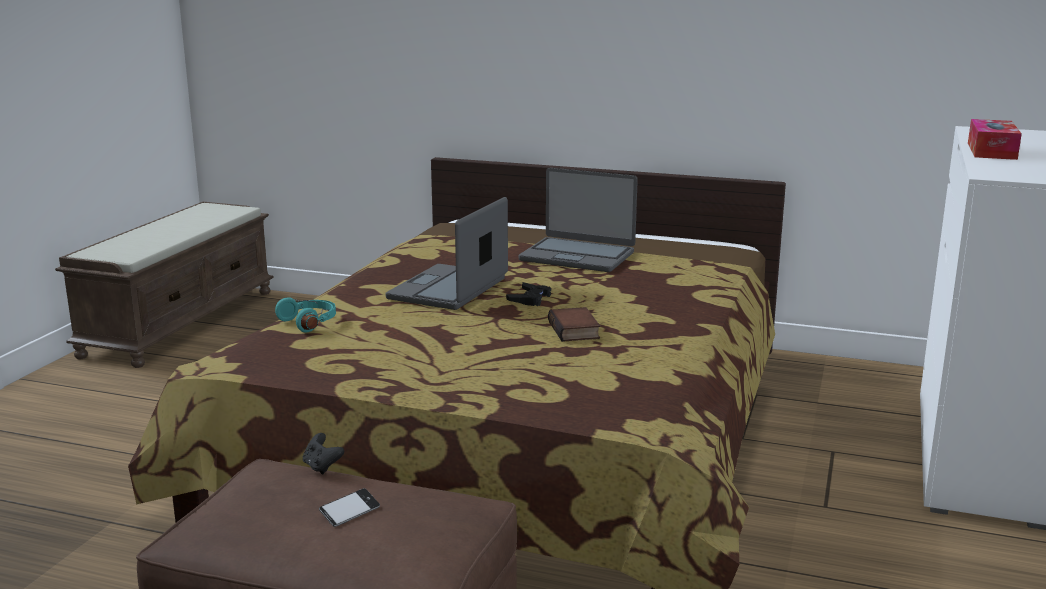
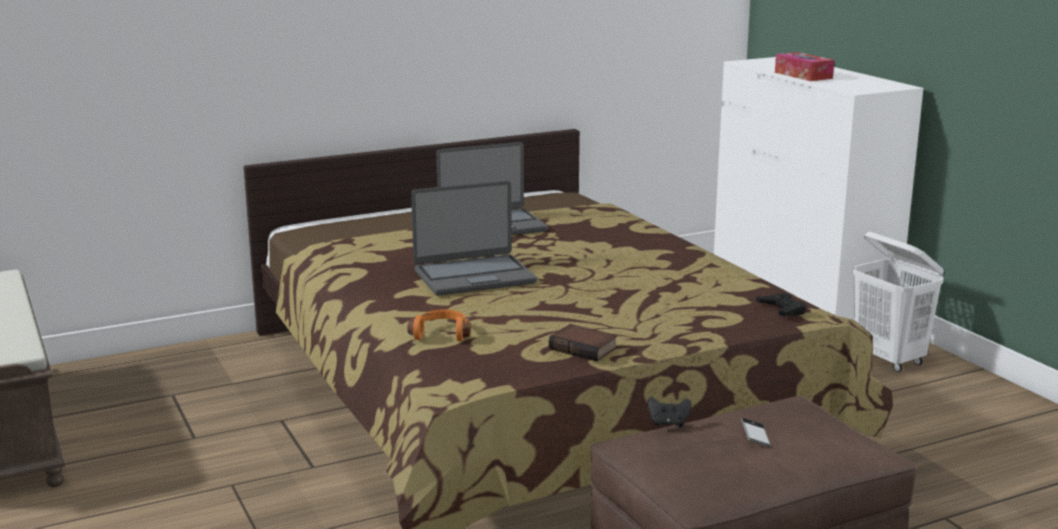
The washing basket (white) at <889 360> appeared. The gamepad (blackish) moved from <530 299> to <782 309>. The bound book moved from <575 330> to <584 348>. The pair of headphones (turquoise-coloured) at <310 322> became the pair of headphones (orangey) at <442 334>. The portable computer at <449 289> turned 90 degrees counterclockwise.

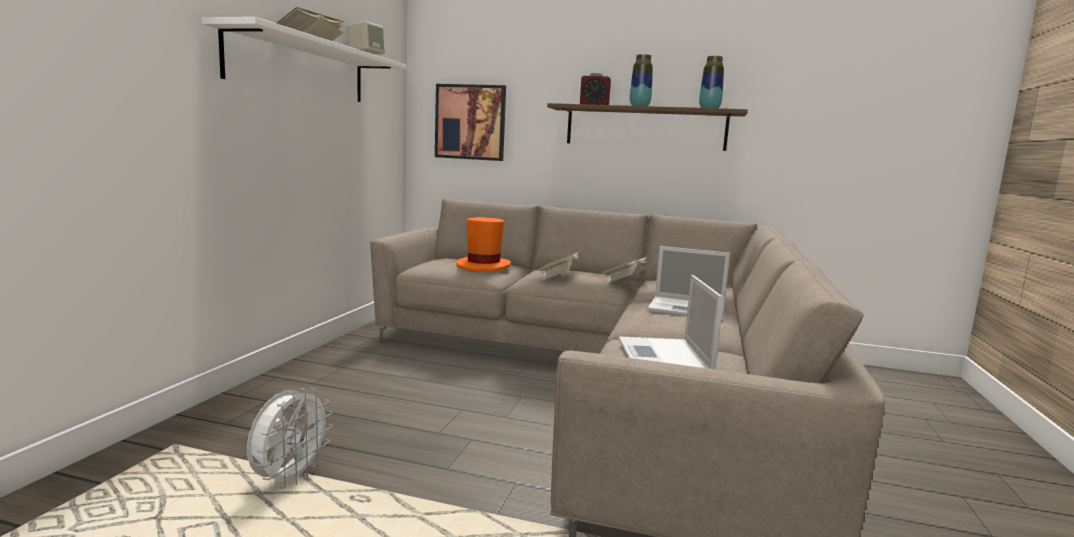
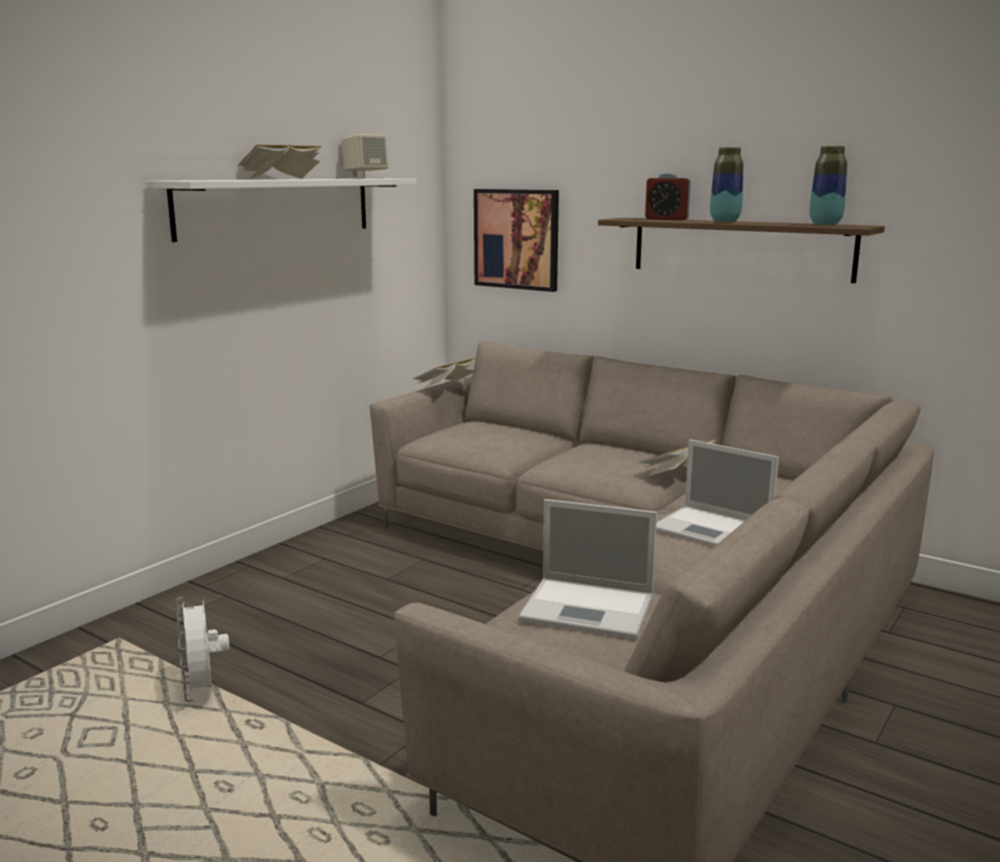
The wearable hat (orangey) at <483 266> disappeared. The bound book moved from <559 277> to <446 387>. The electric fan (white) at <290 479> turned 120 degrees clockwise. The portable computer at <664 357> turned 90 degrees counterclockwise.

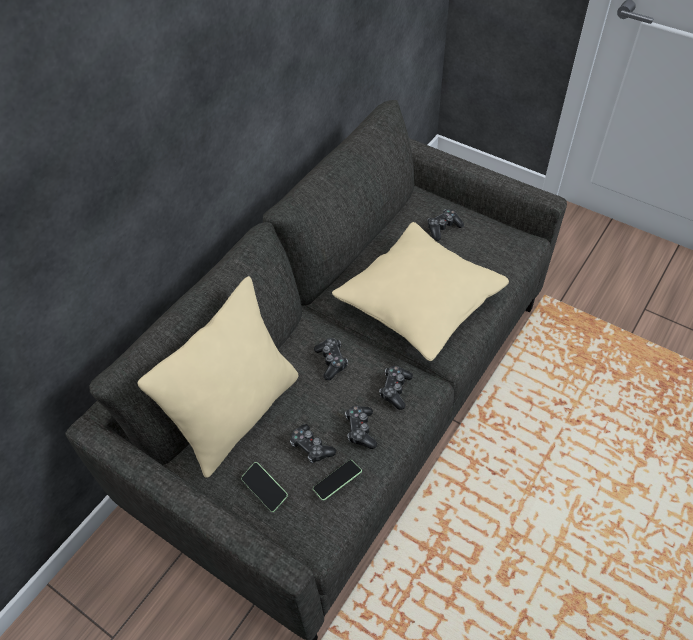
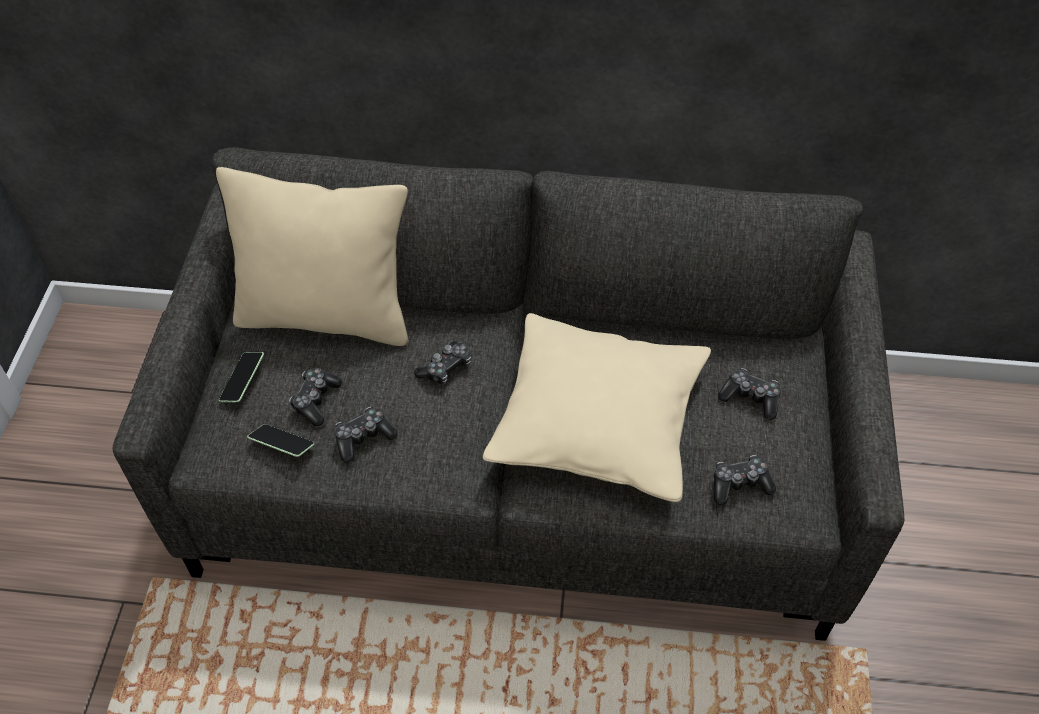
The gamepad moved from <395 390> to <740 484>.

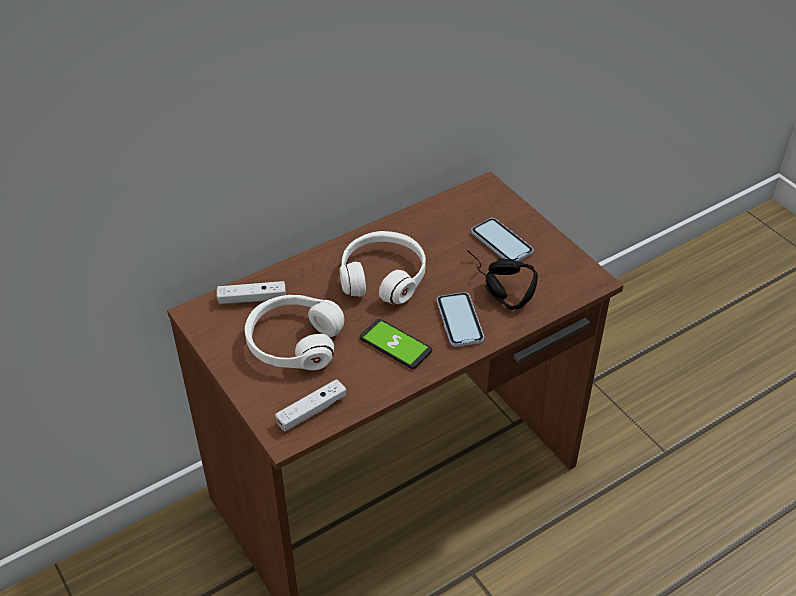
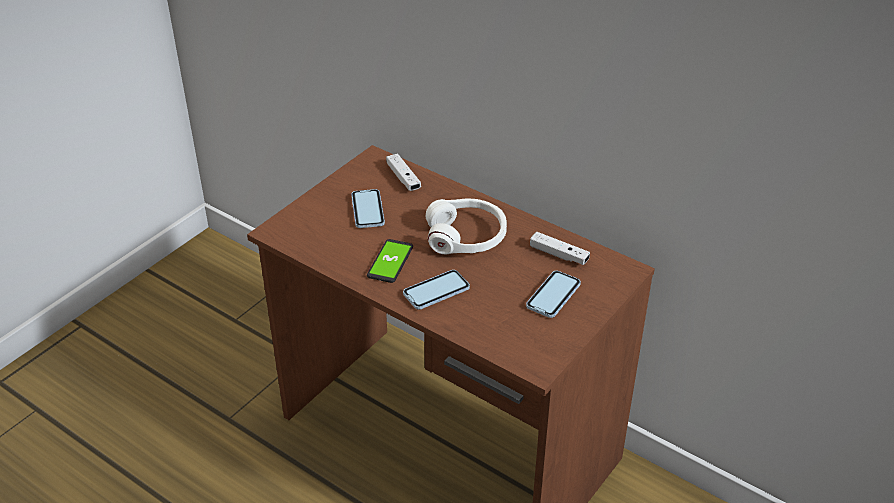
The pair of headphones (blackish) at <493 287> disappeared. The gamepad (white) moved from <311 411> to <559 254>. The pair of headphones (white) at <294 342> was replaced by the telephone at <367 210>.

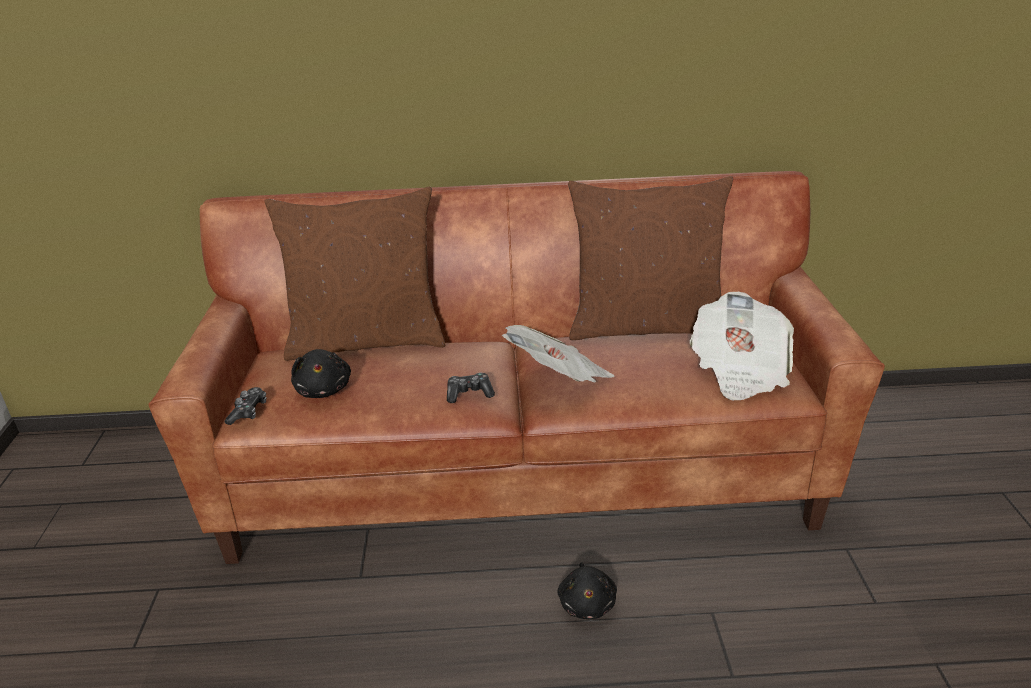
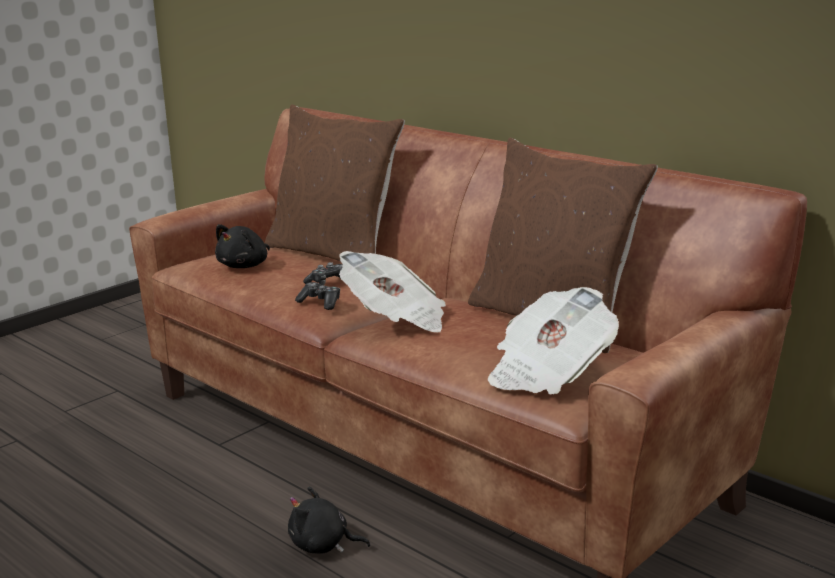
The gamepad moved from <248 412> to <328 282>. The plush toy (blackish) at <587 603> turned 60 degrees clockwise.

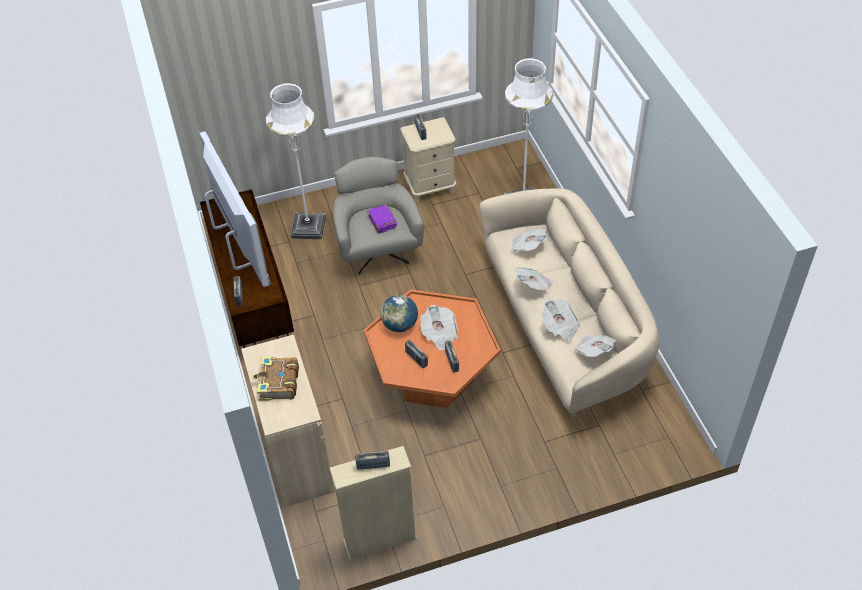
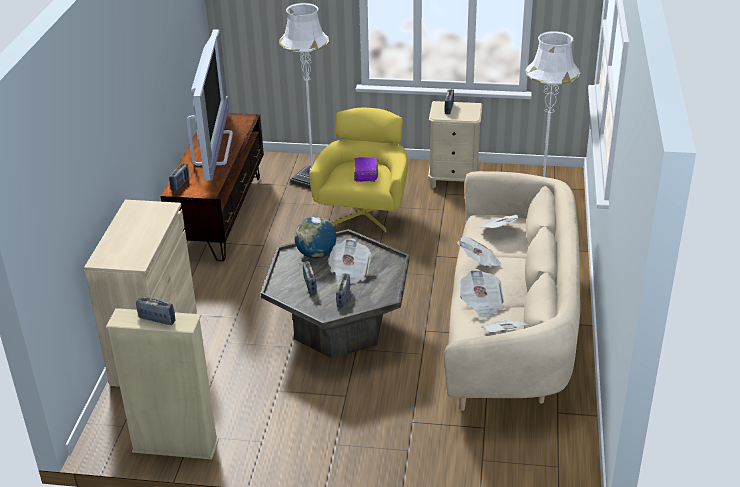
The bound book at <278 383> disappeared. The lounge chair (gray) at <377 249> became the lounge chair (yellowish) at <364 213>. The low table (orangey) at <433 375> became the low table (gray) at <339 327>.

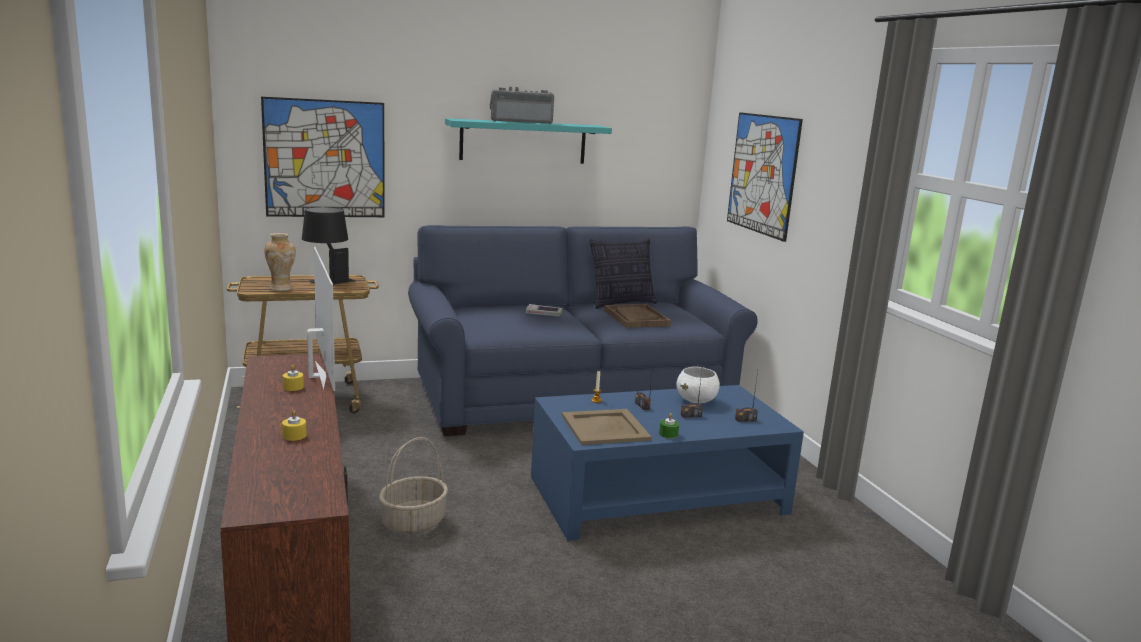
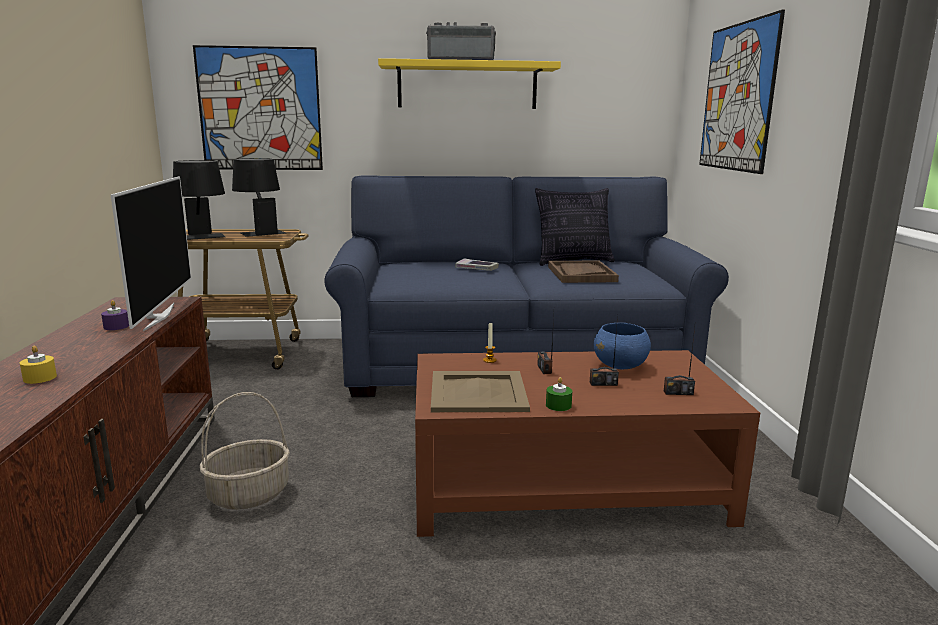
The flower vase at <281 288> was replaced by the lamp for a table (blackish) at <203 238>. The candle (yellowish) at <293 387> became the candle (purple-coloured) at <116 326>. The wall shelf (turquoise-coloured) at <523 141> became the wall shelf (yellowish) at <467 86>. The low table (blue) at <657 495> became the low table (brownish) at <564 484>. The deep dish (white) at <696 401> became the deep dish (blue) at <621 366>.

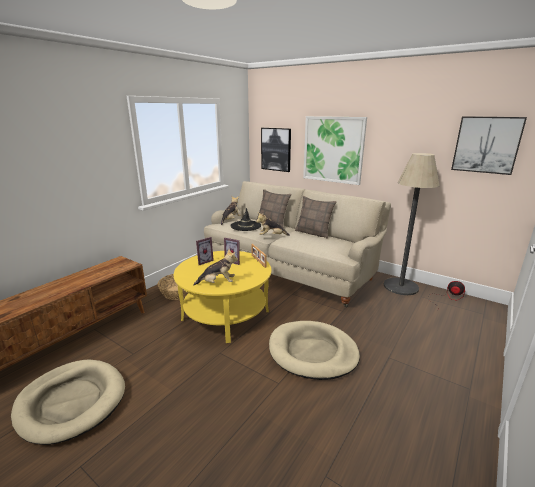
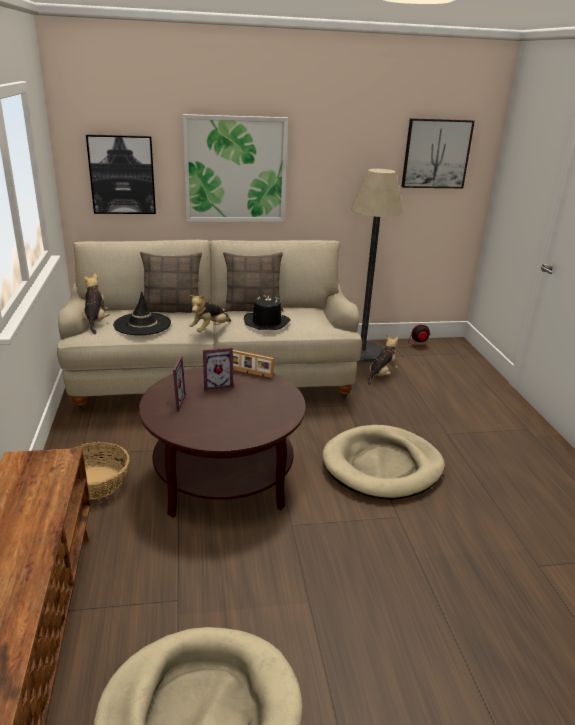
The wearable hat (blackish) at <266 322> appeared. The plush toy moved from <217 283> to <381 375>. The low table (yellowish) at <225 315> became the low table (brownish) at <224 476>.

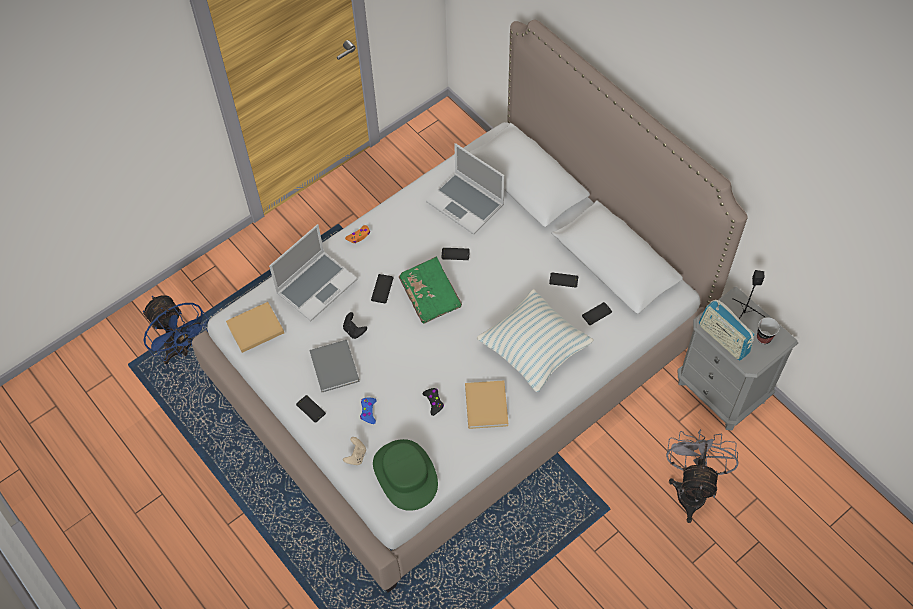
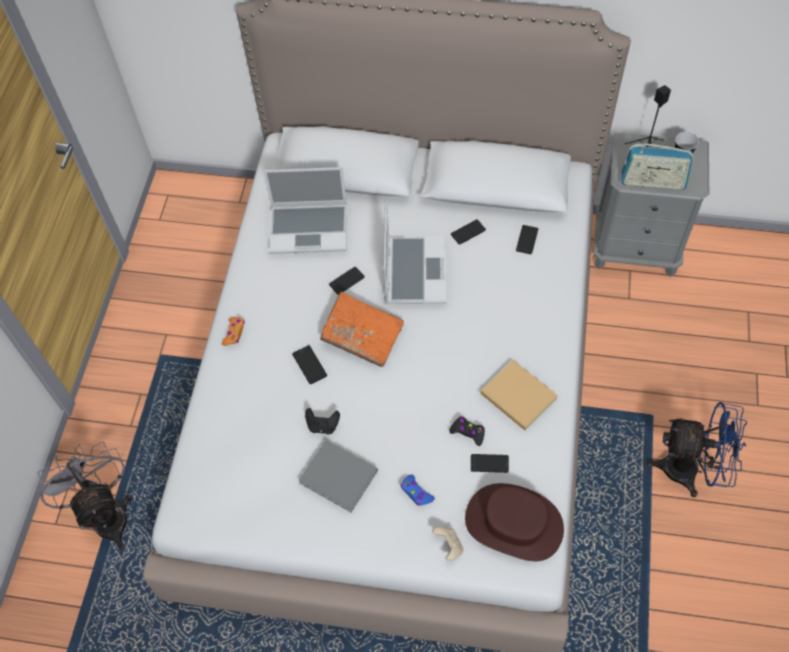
The bound book (beige) at <253 329> disappeared. The pillow at <534 351> disappeared. The electric fan (blue) moved from <182 349> to <690 470>. The portable computer moved from <316 285> to <414 271>. The telephone moved from <311 409> to <489 463>. The electric fan (gray) moved from <692 489> to <107 514>. The wearable hat (greenish) at <405 475> became the wearable hat (brownish) at <514 523>. The bound book (greenish) at <430 295> became the bound book (orangey) at <362 336>.

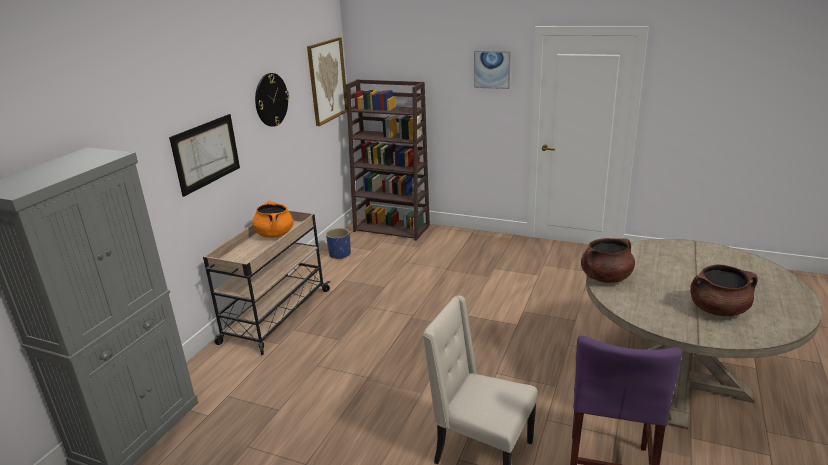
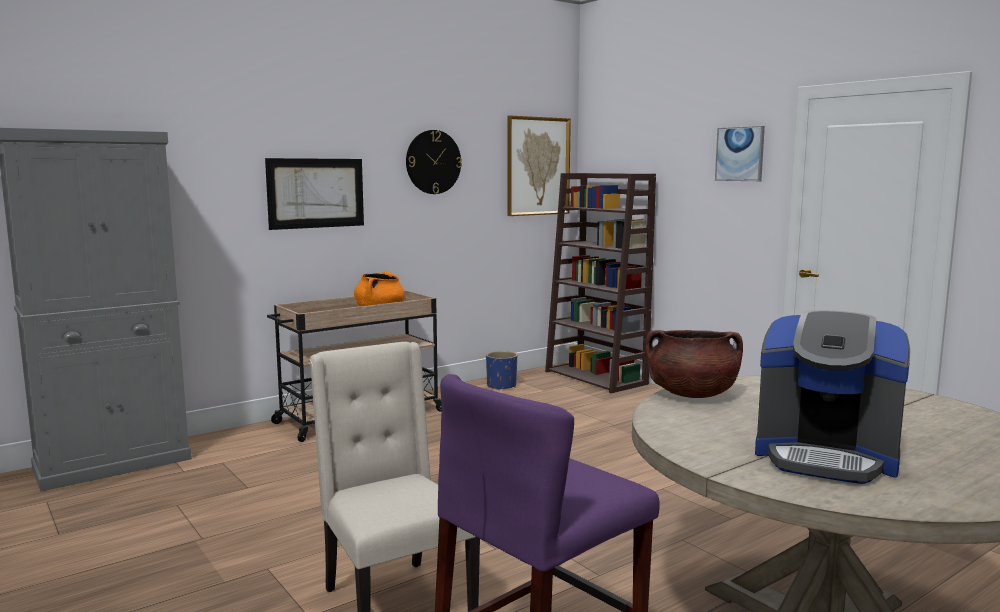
The stockpot (brownish) at <718 309> was replaced by the coffee maker at <826 457>.

